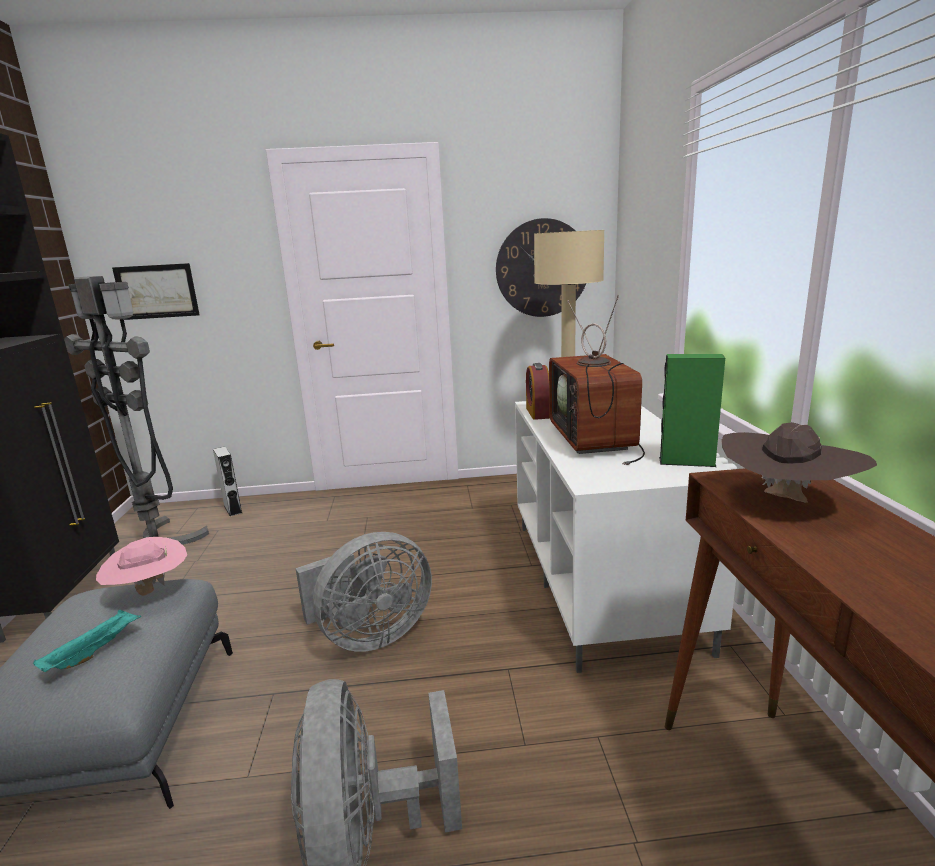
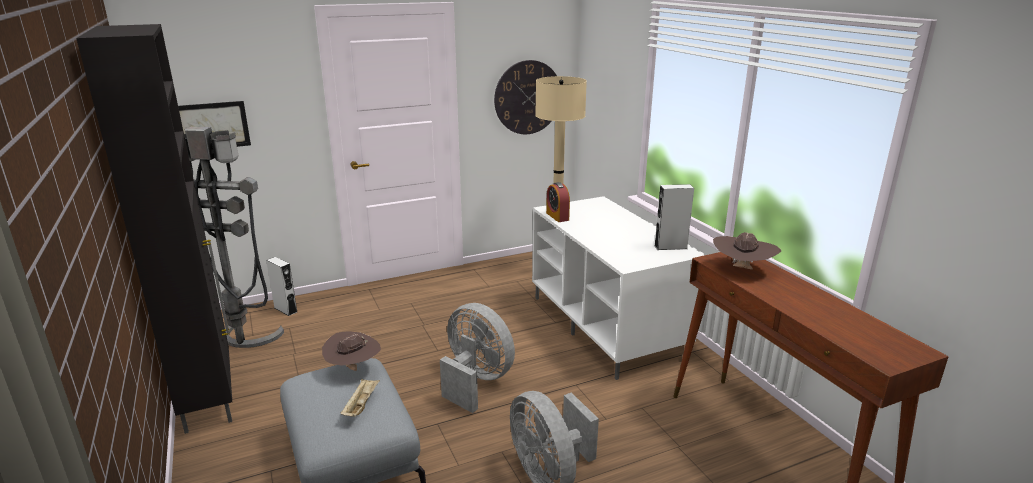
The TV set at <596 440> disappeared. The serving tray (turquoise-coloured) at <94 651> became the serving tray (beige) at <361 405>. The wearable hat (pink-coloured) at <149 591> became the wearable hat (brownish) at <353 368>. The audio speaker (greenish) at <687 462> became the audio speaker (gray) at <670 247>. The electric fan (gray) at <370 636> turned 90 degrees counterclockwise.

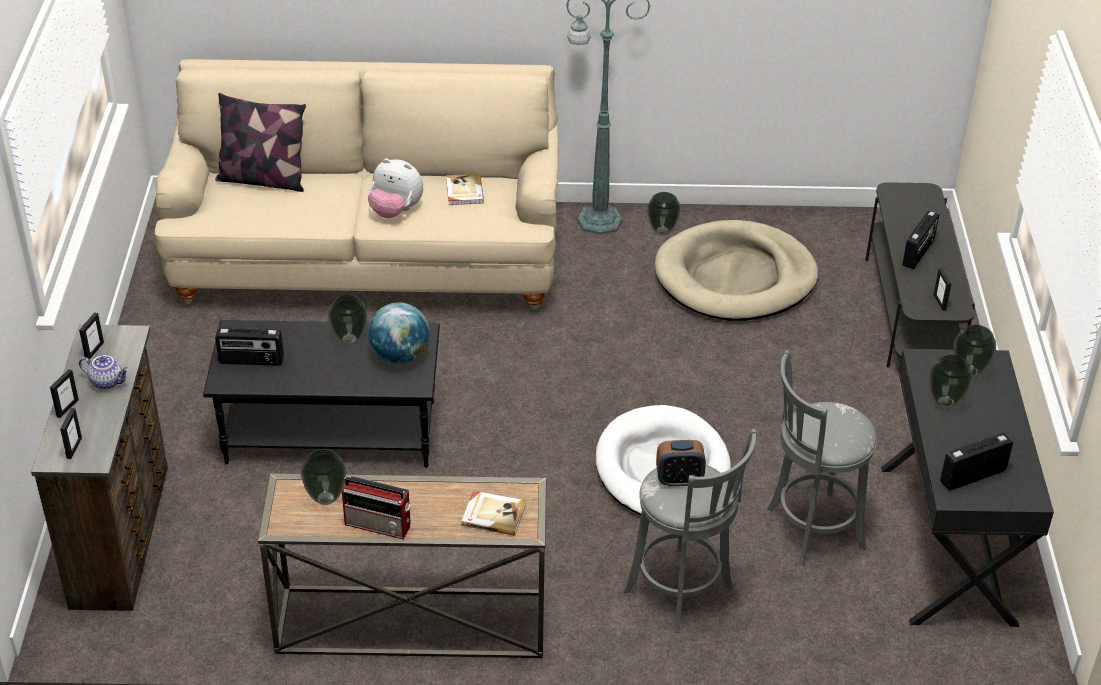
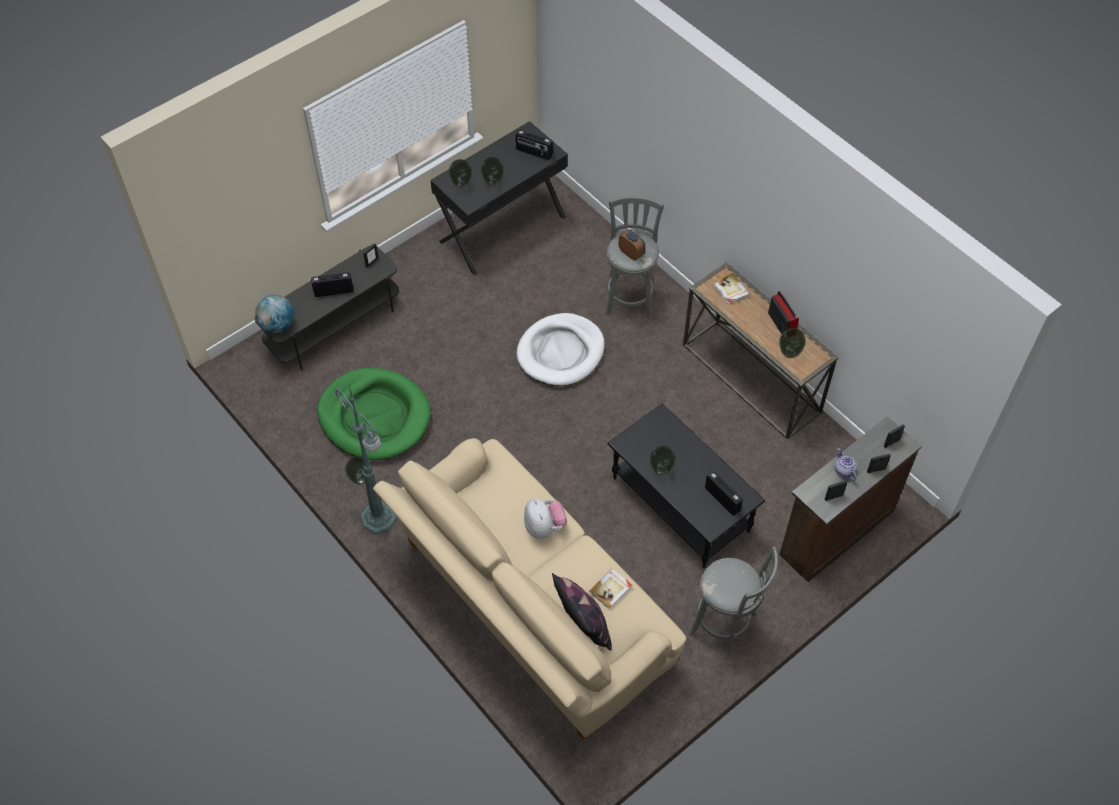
The world globe moved from <400 356> to <277 325>. The bound book moved from <464 191> to <611 589>. The stool seat (gray) moved from <810 529> to <725 626>. The pet bed (beige) at <735 277> became the pet bed (greenish) at <374 417>.

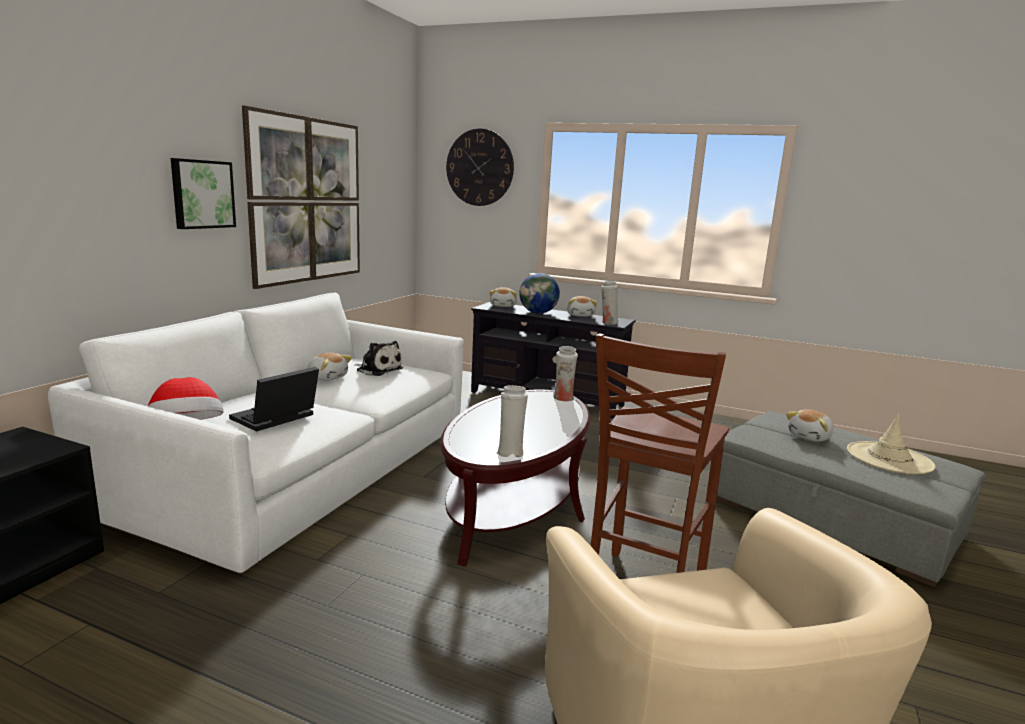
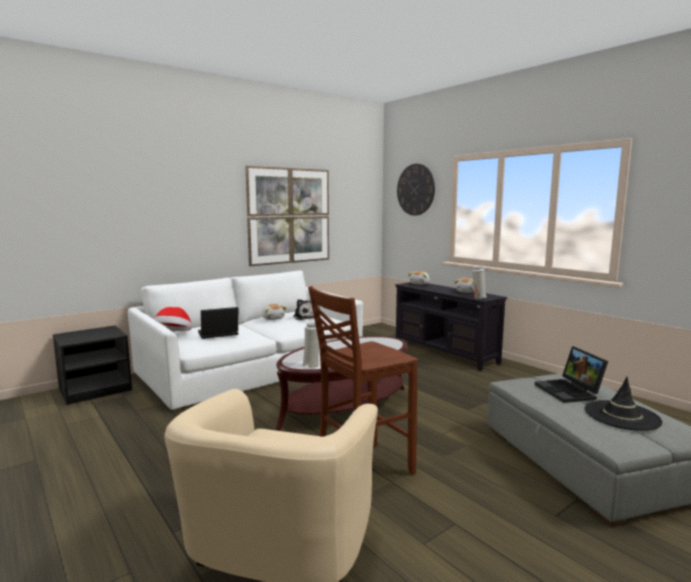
The wall art at <202 194> disappeared. The world globe at <538 313> disappeared. The flower vase (white) at <563 399> disappeared. The plush toy at <810 437> was replaced by the portable computer at <570 392>. The wearable hat (beige) at <889 458> became the wearable hat (blackish) at <621 415>.

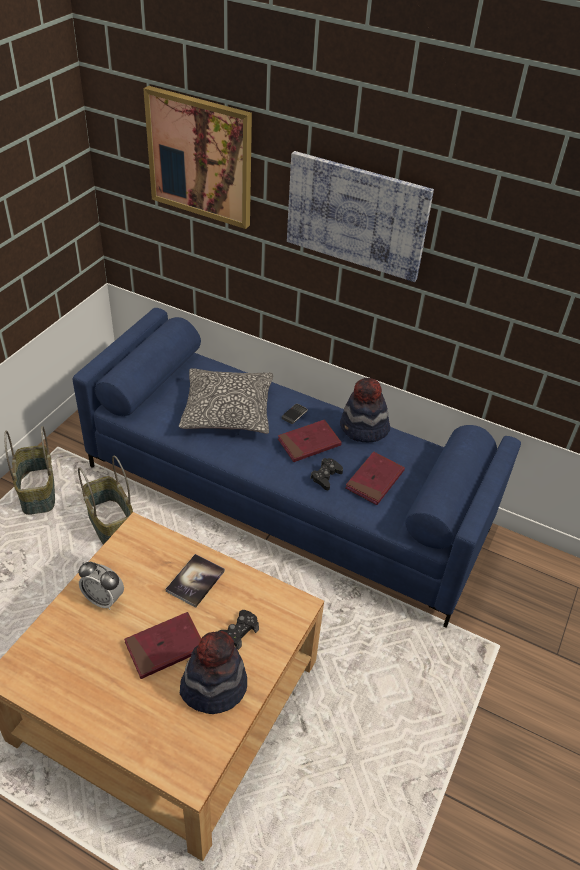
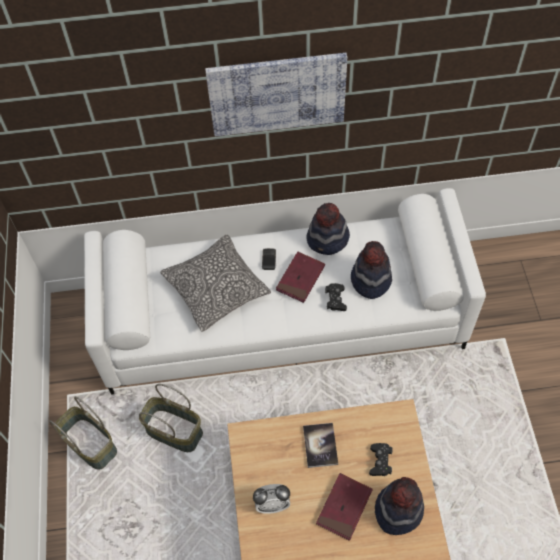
The wall art at <200 157> disappeared. The bound book (reddish) at <374 480> was replaced by the wearable hat at <370 280>. The couch (blue) at <287 497> became the couch (white) at <283 319>.

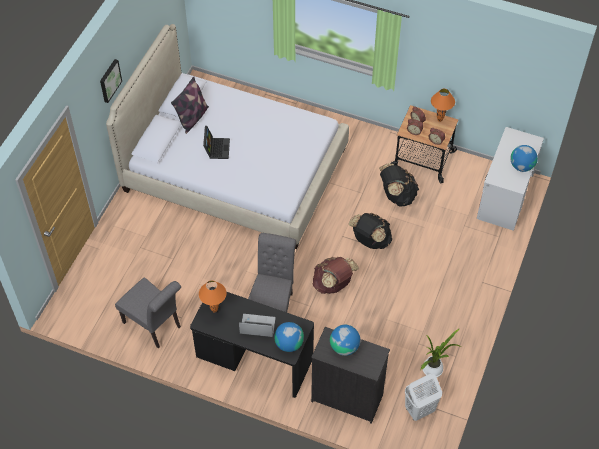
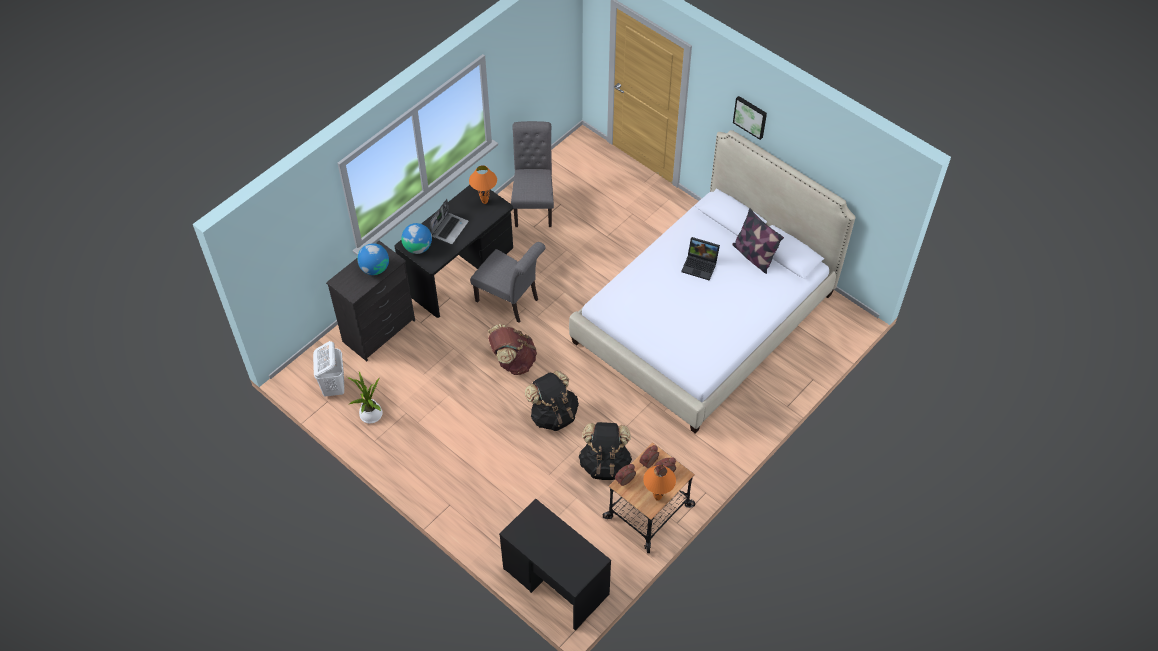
The world globe at <521 166> disappeared. The desk table (white) at <505 197> became the desk table (blackish) at <555 581>. The chair (gray) at <154 326> turned 120 degrees clockwise.

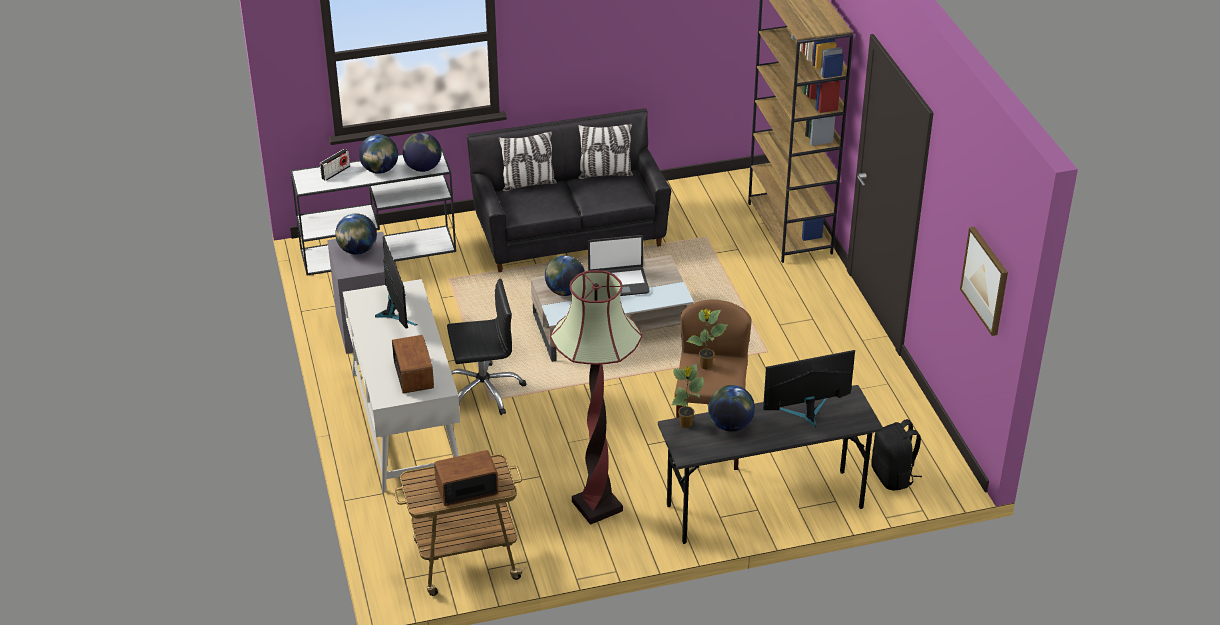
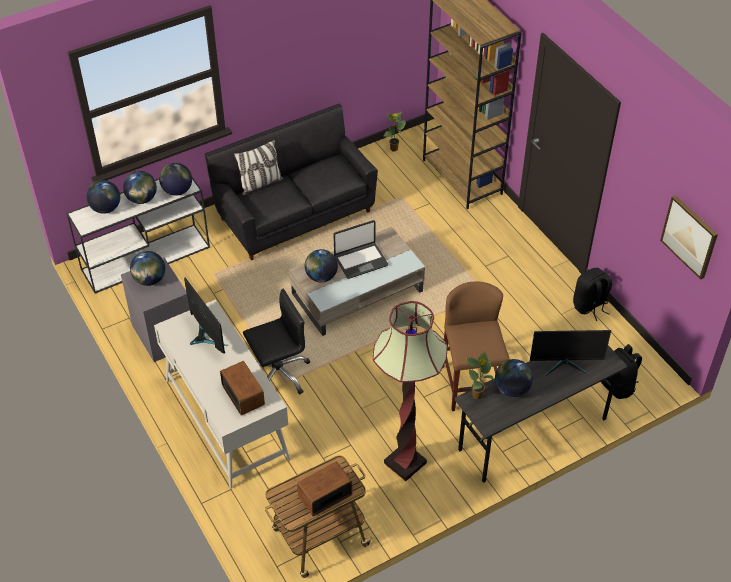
The pillow at <605 174> disappeared. The rucksack (blackish) at <590 306> appeared. The potted plant moved from <705 366> to <394 149>. The radio set at <335 172> was replaced by the world globe at <106 208>. The computer screen at <806 412> turned 150 degrees counterclockwise.

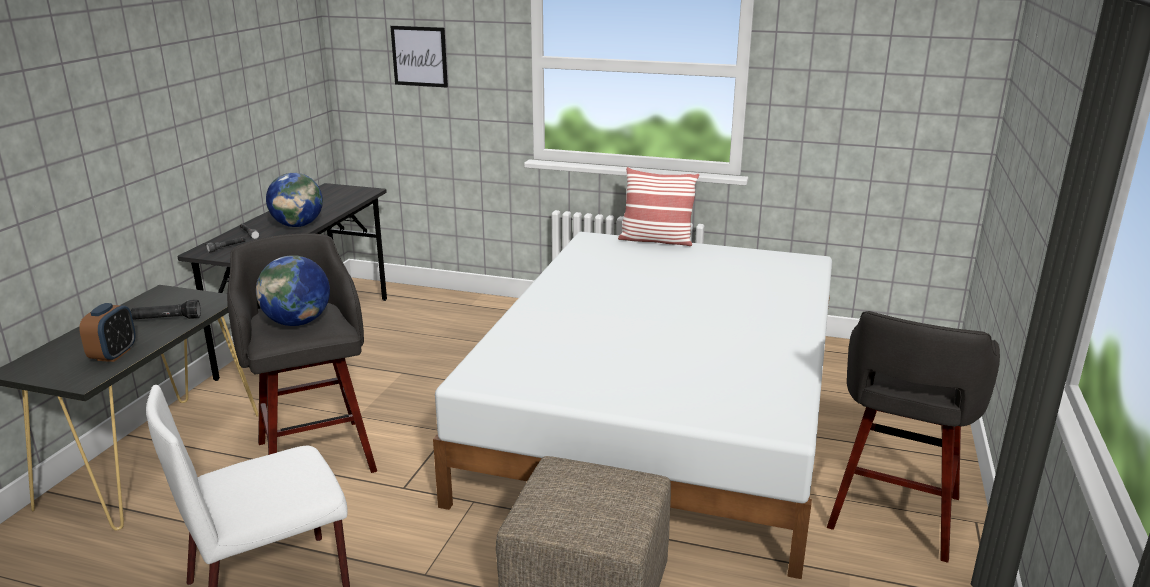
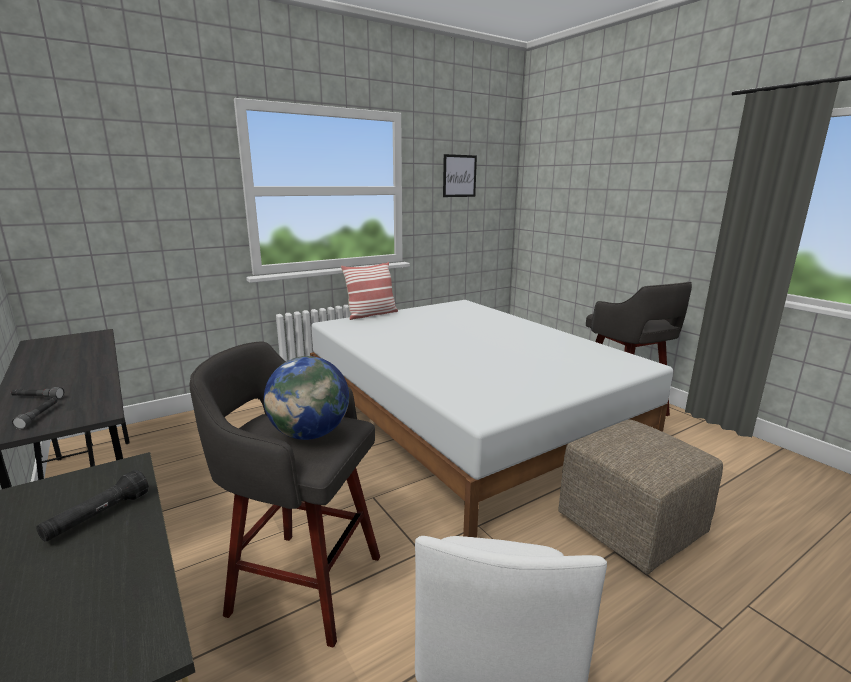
The alarm clock at <114 354> disappeared. The world globe at <298 225> disappeared. The wall art moved from <419 56> to <459 176>.

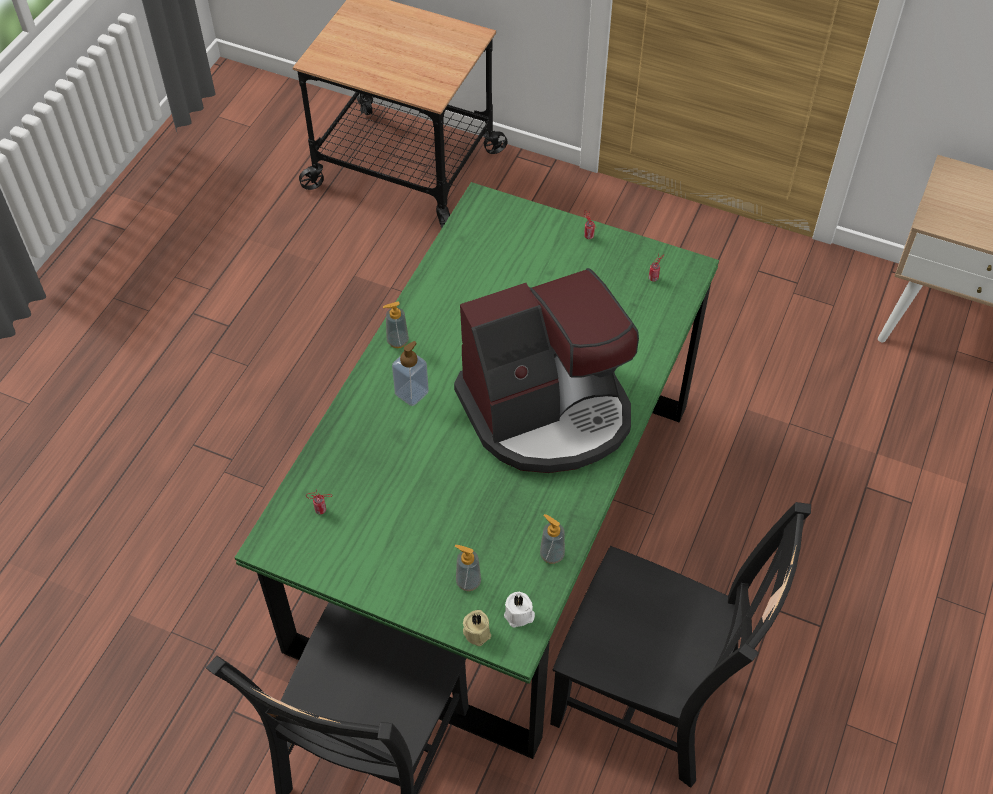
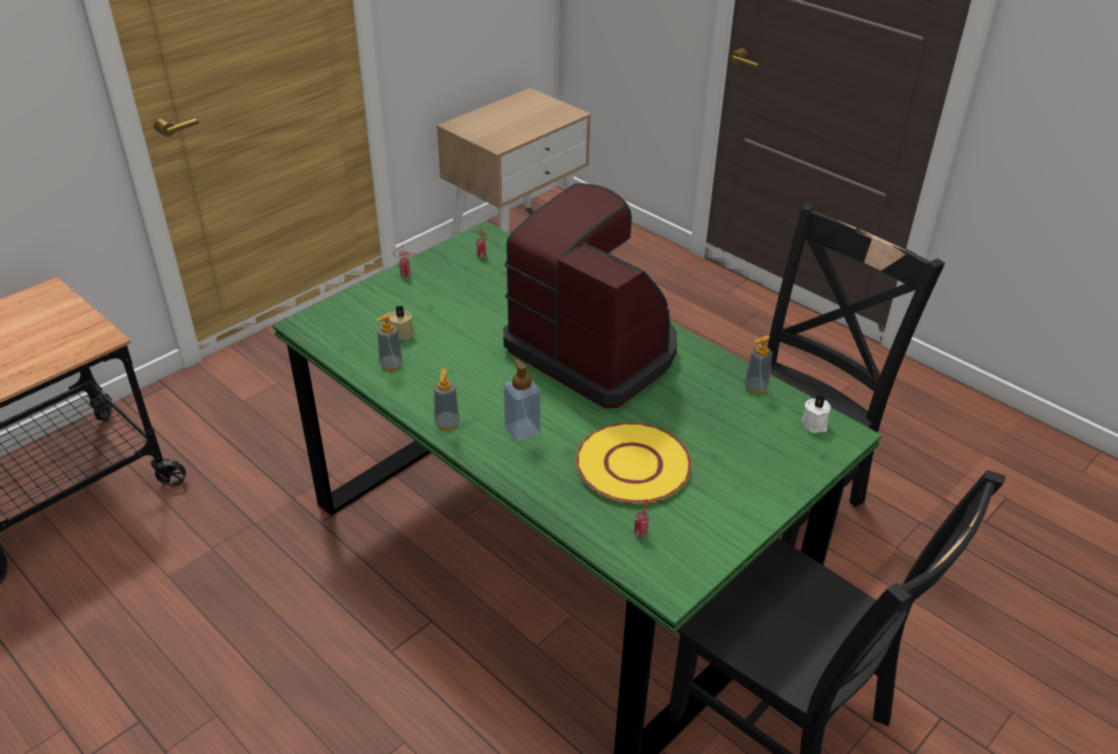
The plate (yellowish) at <632 465> appeared. The liquid soap bottle moved from <468 582> to <391 365>. The candle (beige) moved from <477 632> to <401 333>. The coffee maker at <548 411> turned 45 degrees counterclockwise.

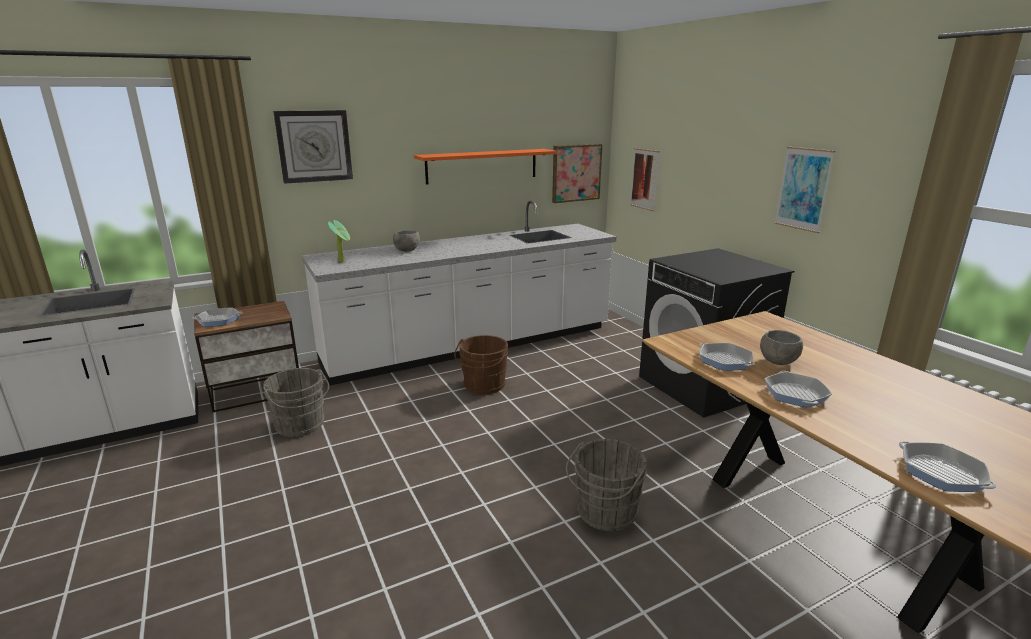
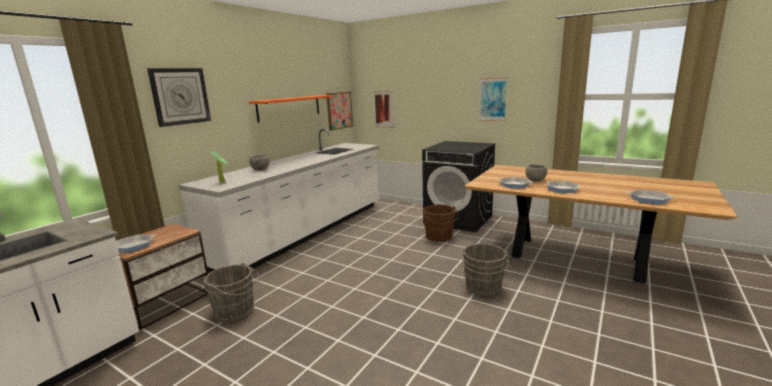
The bucket (brownish) moved from <483 386> to <439 237>.

